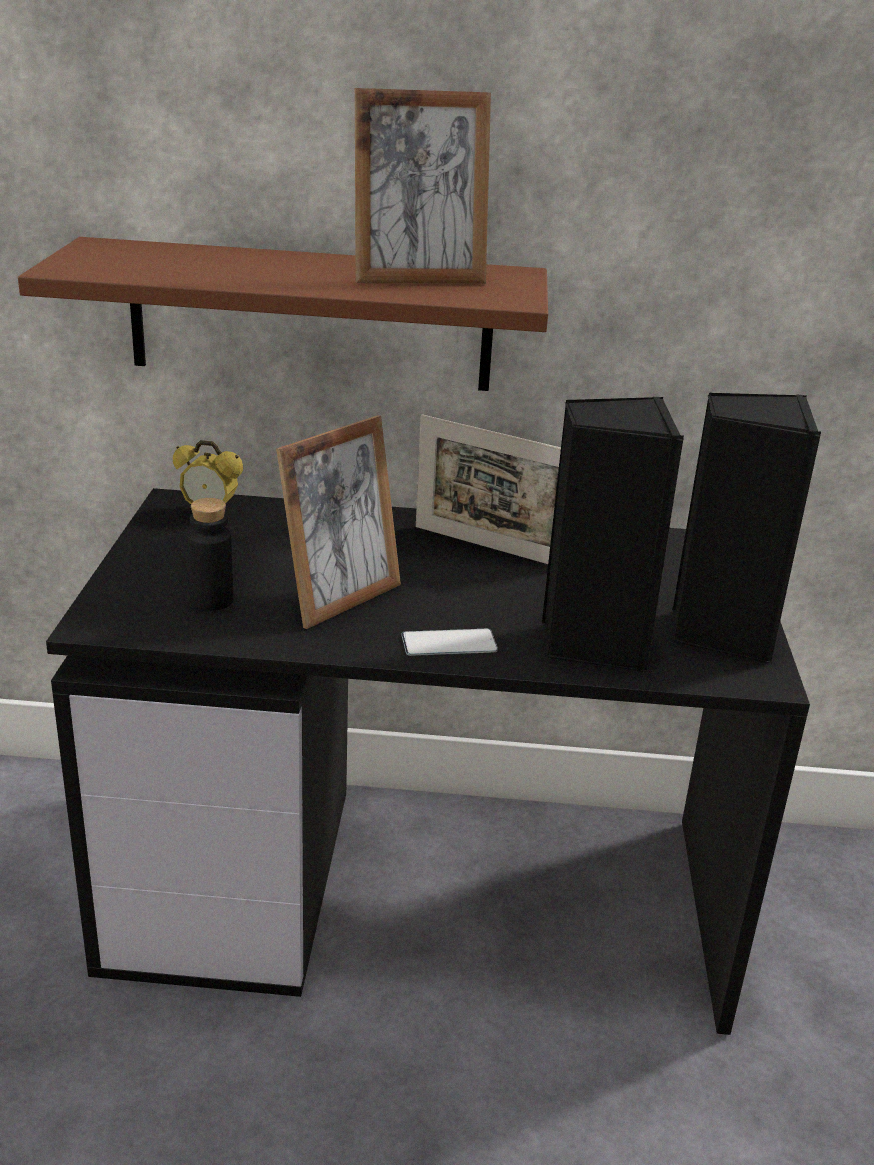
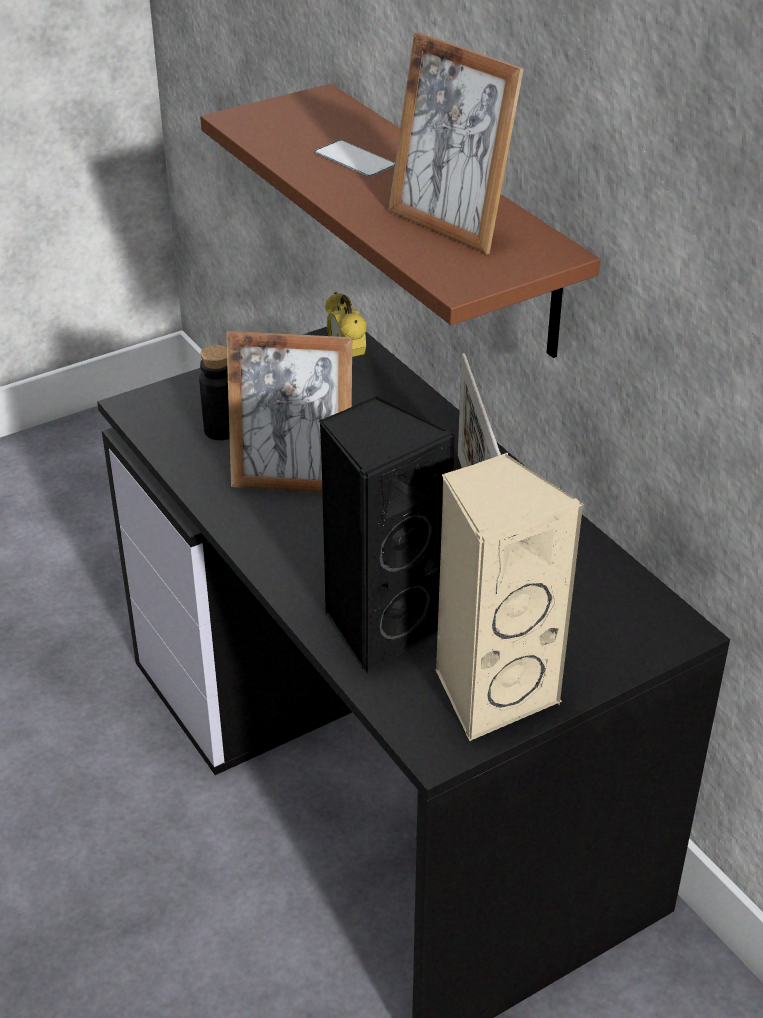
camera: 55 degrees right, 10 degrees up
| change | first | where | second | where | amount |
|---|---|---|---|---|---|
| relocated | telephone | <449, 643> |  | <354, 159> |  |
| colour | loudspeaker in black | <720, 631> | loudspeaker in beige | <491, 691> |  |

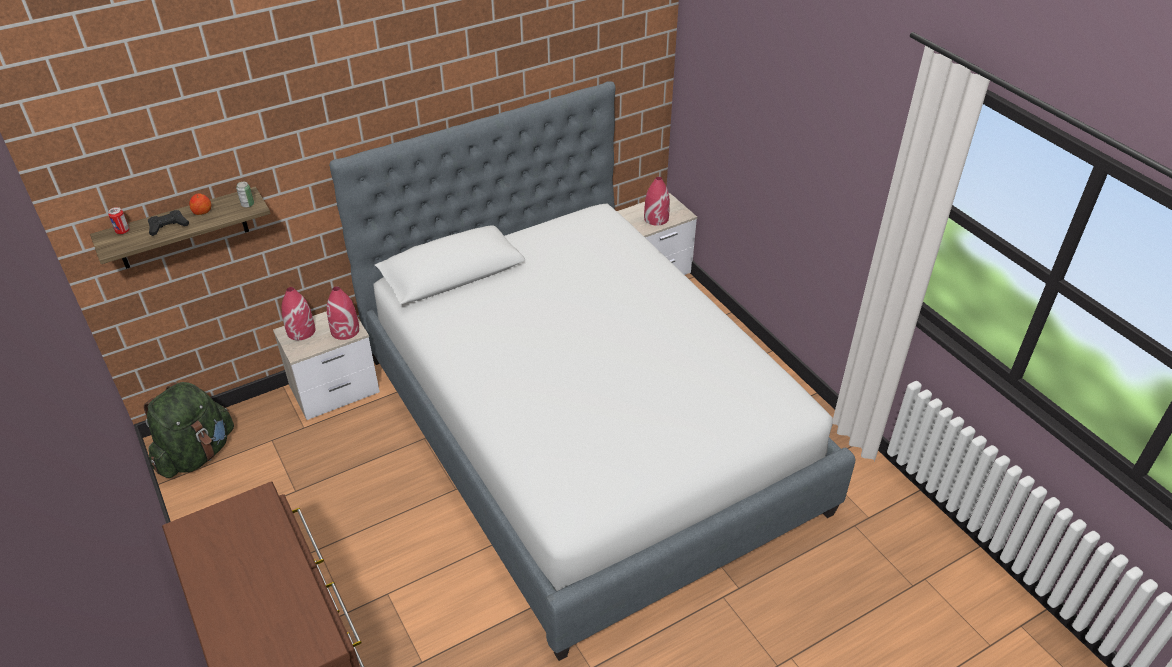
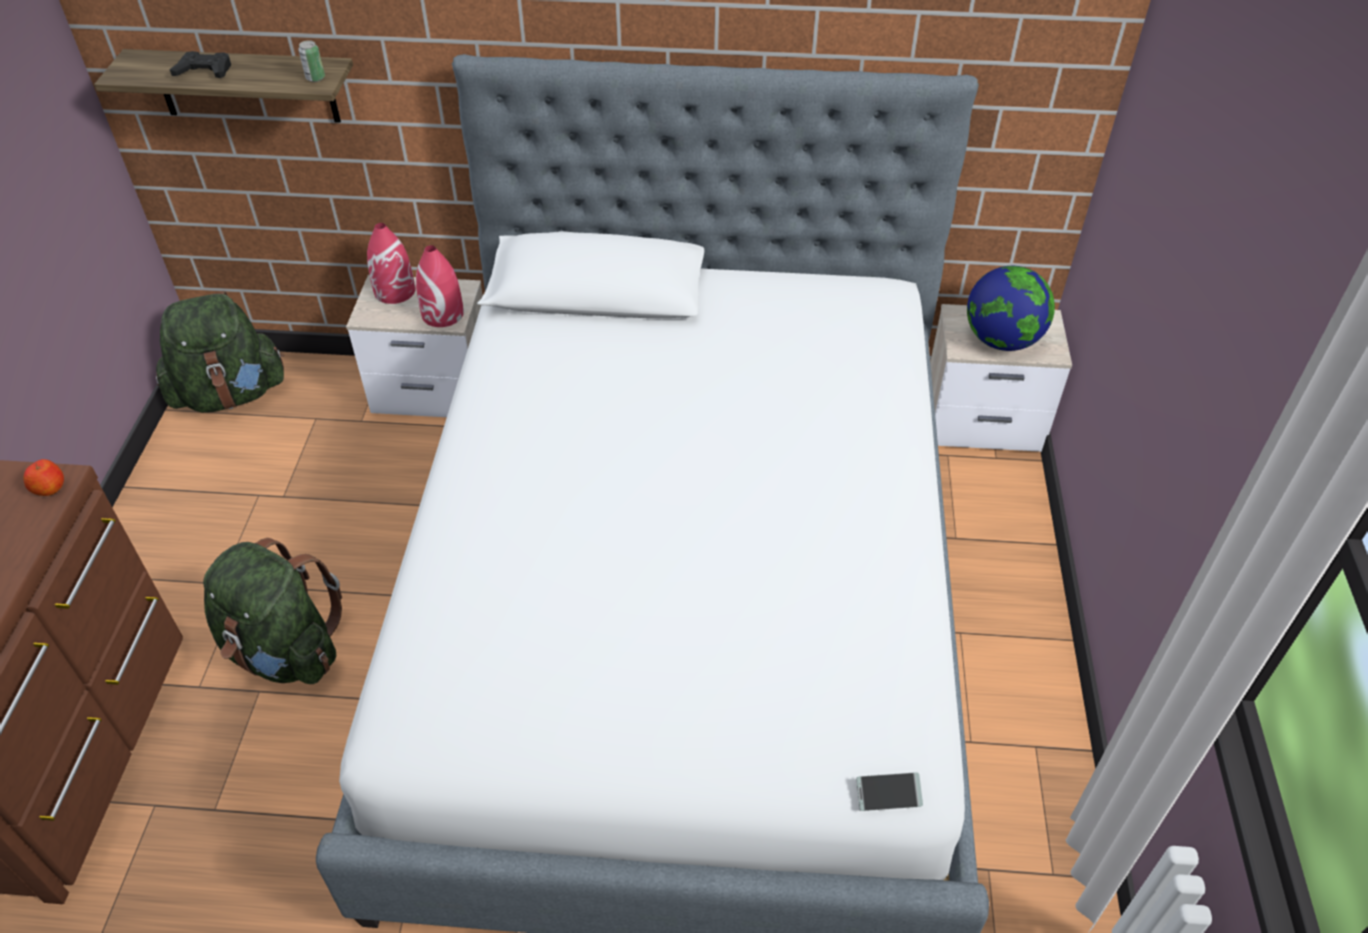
camera: 35 degrees right, 5 degrees up
| change | first | where | second | where | amount |
|---|---|---|---|---|---|
| missing | can | <122, 231> |  |  |  |
| relocated | apple | <202, 211> |  | <49, 488> |  |
| exchanged | vase in reddish | <656, 218> | globe | <1002, 340> |  |
| appeared |  |  | backpack in green | <284, 651> |  |
| appeared |  |  | telephone | <888, 795> |  |

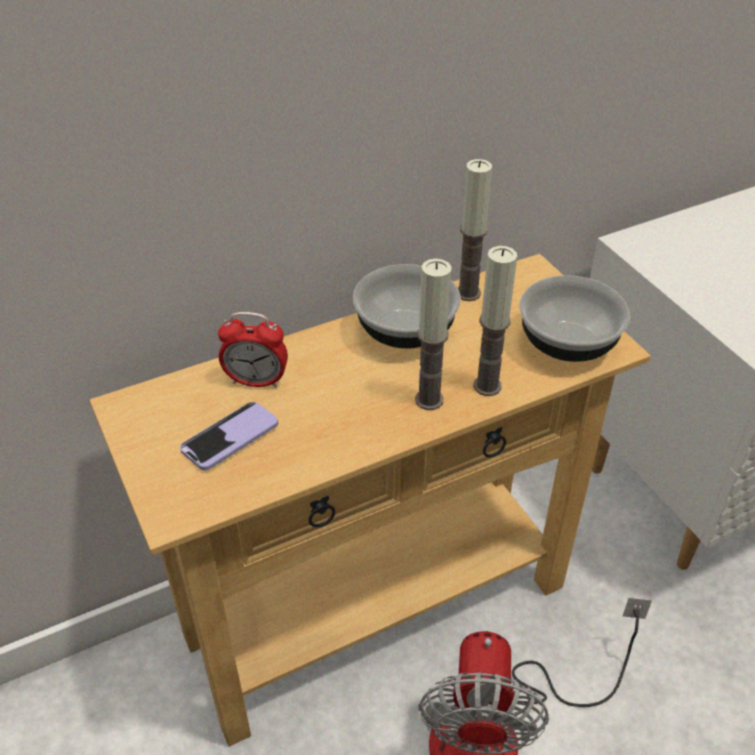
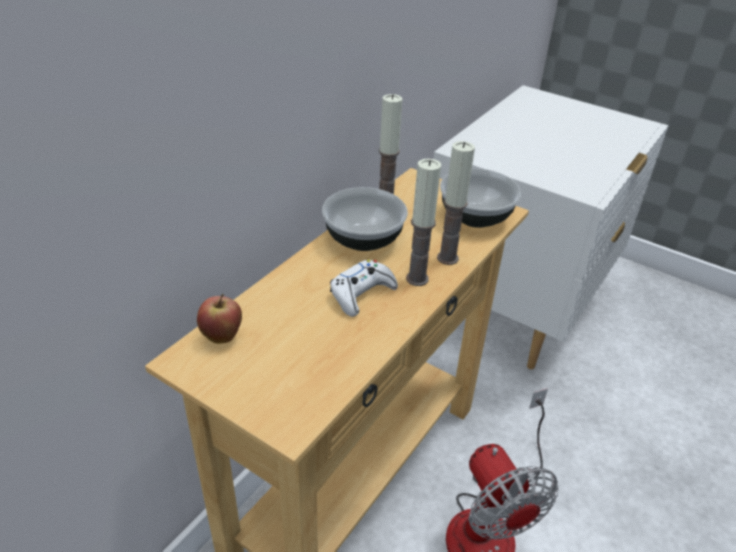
camera: 30 degrees left, 5 degrees down
| change | first | where | second | where | amount |
|---|---|---|---|---|---|
| missing | telephone | <230, 437> |  |  |  |
| missing | bedside clock | <256, 381> |  |  |  |
| appeared |  |  | apple | <222, 337> |  |
| appeared |  |  | gamepad in white | <361, 294> |  |

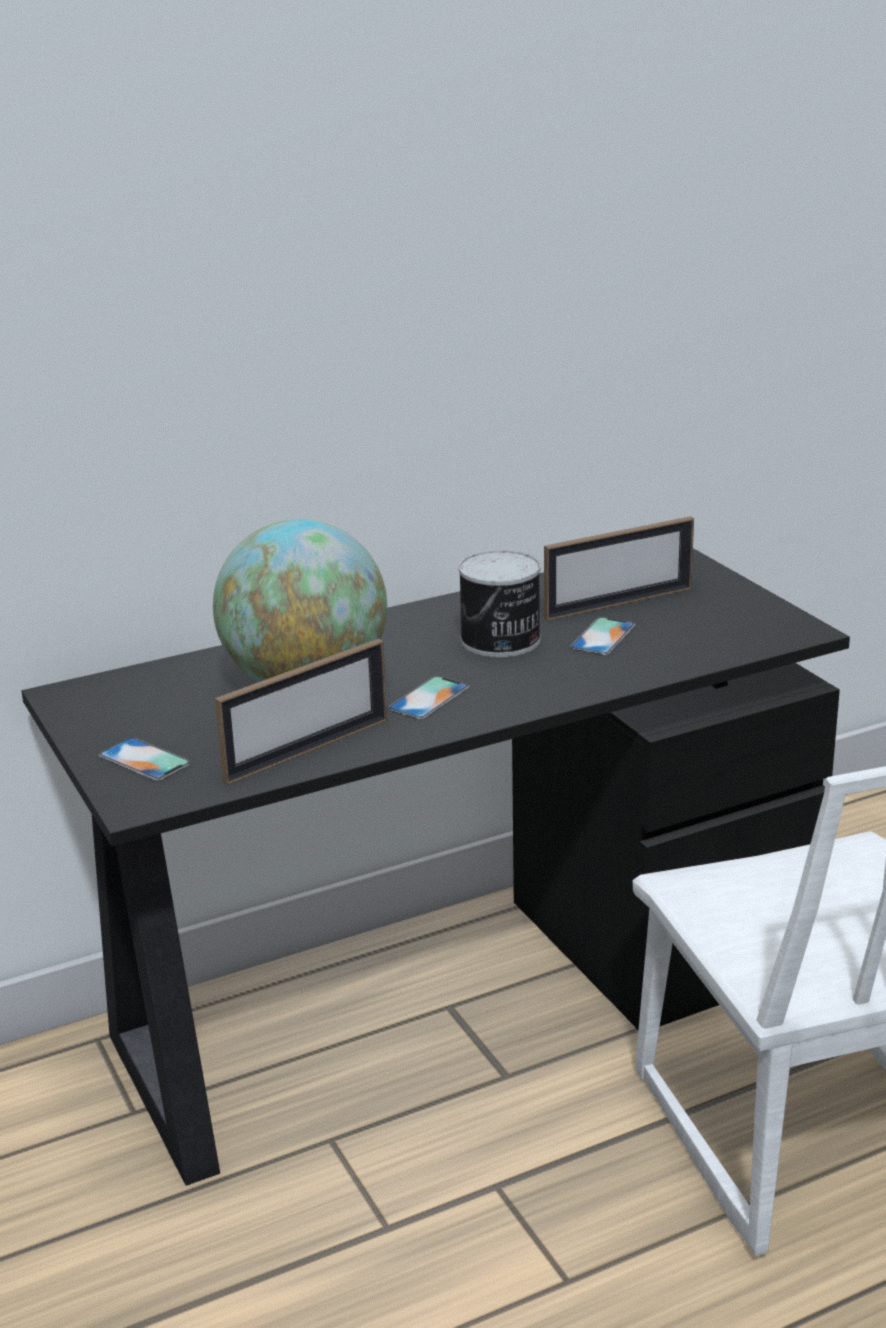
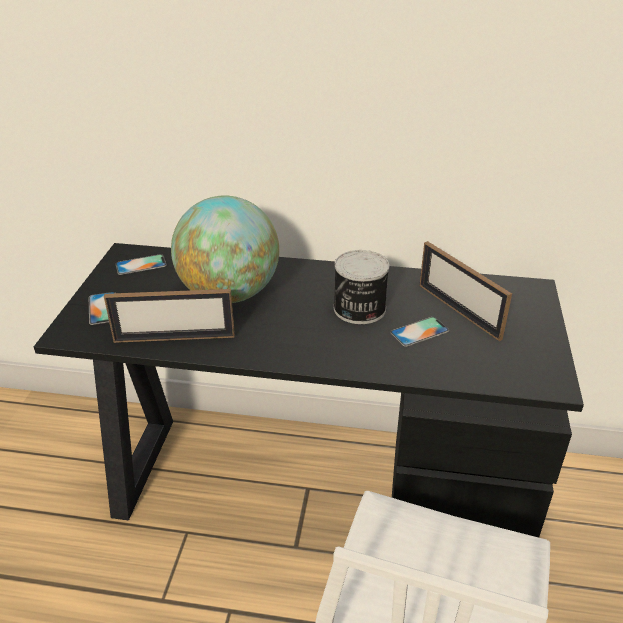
camera: 35 degrees right, 10 degrees up
| change | first | where | second | where | amount |
|---|---|---|---|---|---|
| relocated | telephone | <428, 698> |  | <141, 265> |  |
| spun | photo frame | <618, 603> |  | <458, 311> | 45 degrees clockwise |

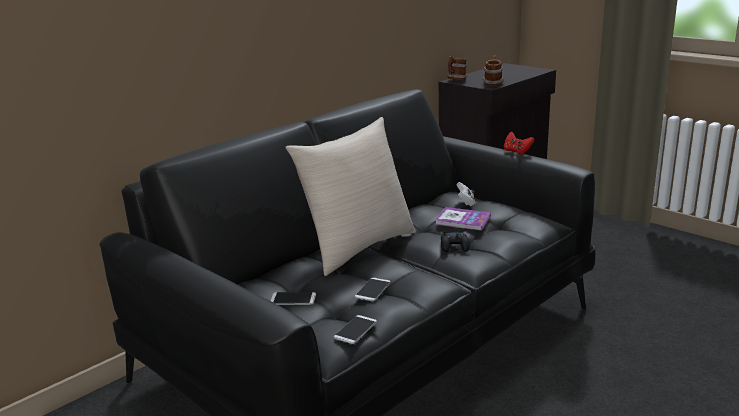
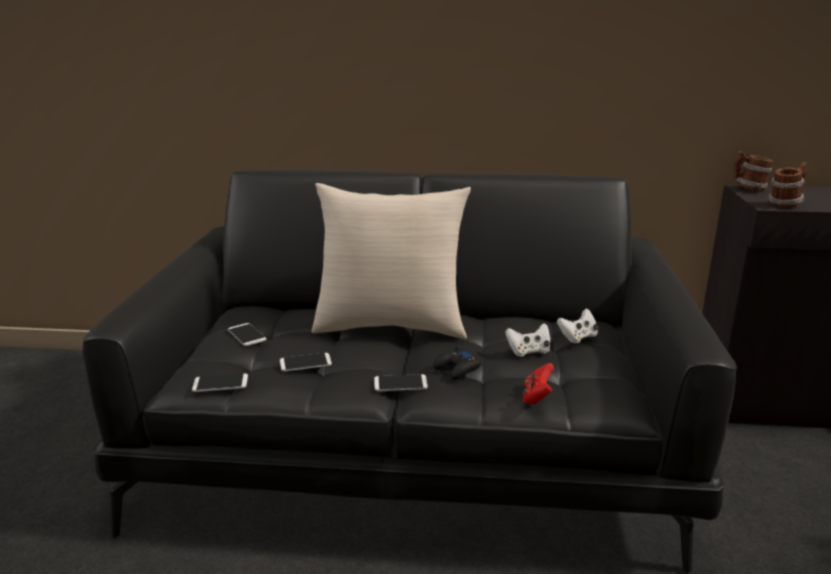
camera: 50 degrees right, 0 degrees up
| change | first | where | second | where | amount |
|---|---|---|---|---|---|
| exchanged | book | <463, 220> | gamepad in white | <528, 352> |  |
| relocated | gamepad in reddish | <517, 151> |  | <537, 397> |  |
| appeared |  |  | telephone | <400, 383> |  |

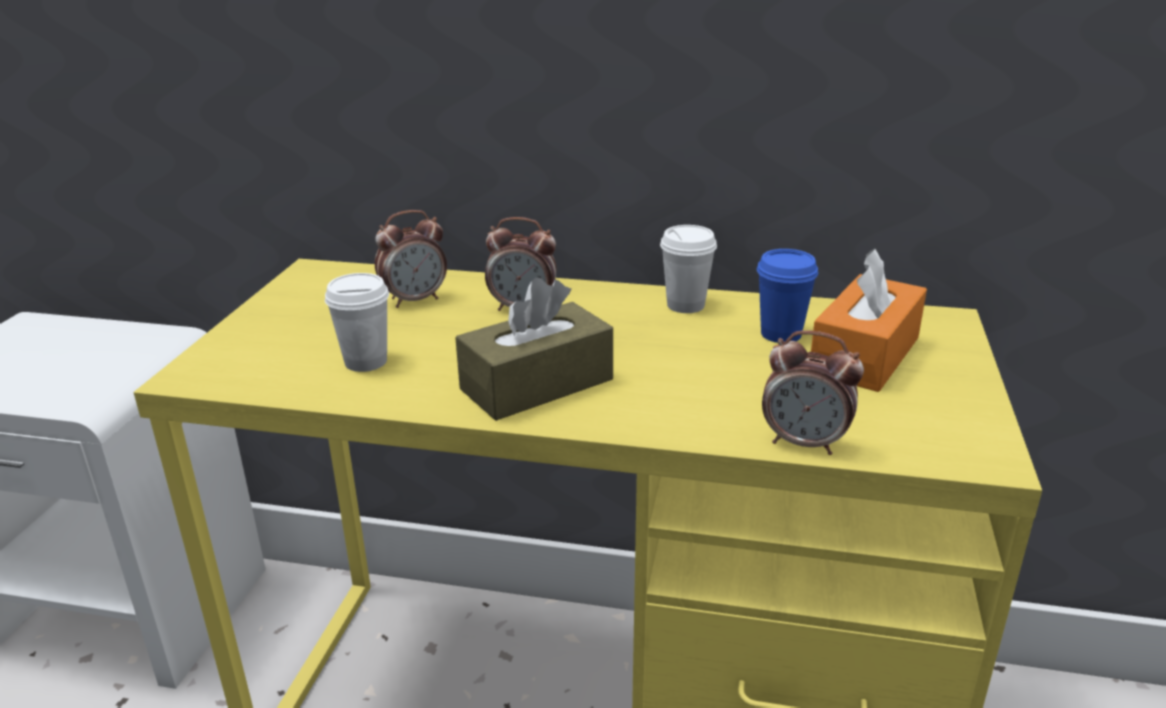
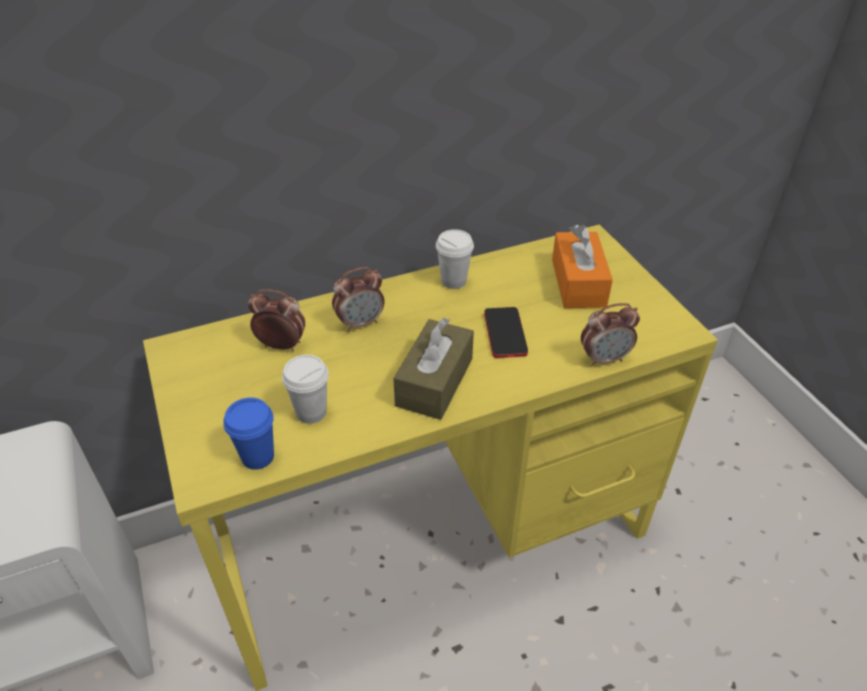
camera: 35 degrees left, 15 degrees up
| change | first | where | second | where | amount |
|---|---|---|---|---|---|
| spun | bedside clock | <415, 300> |  | <281, 345> | 105 degrees counterclockwise |
| relocated | drinking cup in blue-coloured | <781, 334> |  | <258, 457> |  |
| appeared |  |  | telephone | <505, 333> |  |

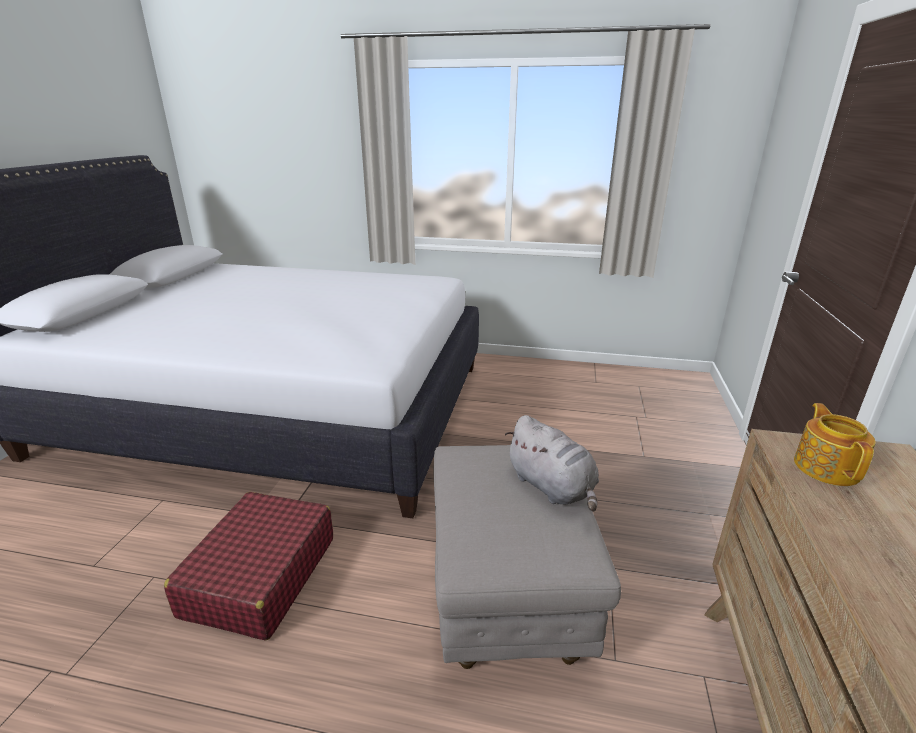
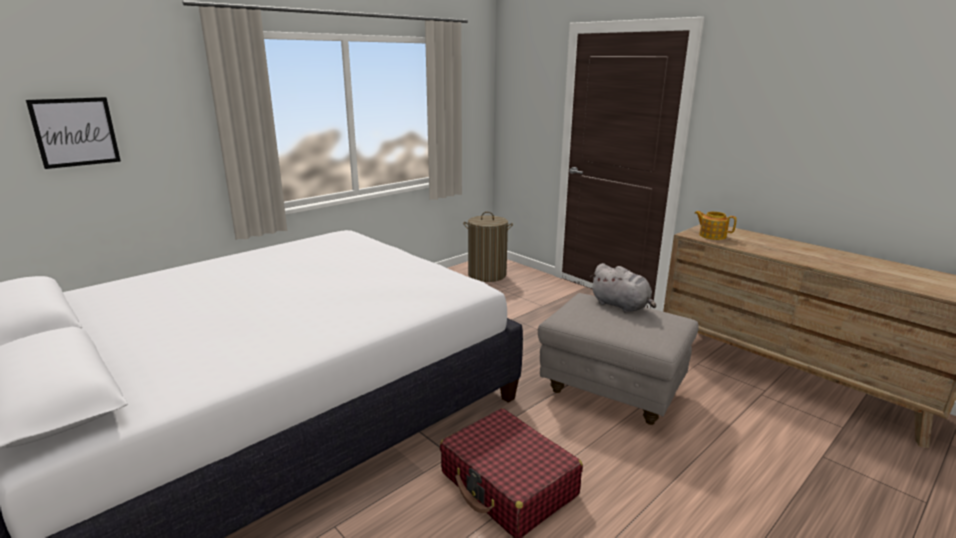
camera: 55 degrees left, 5 degrees down
| change | first | where | second | where | amount |
|---|---|---|---|---|---|
| spun | plush toy in gray | <552, 487> |  | <622, 306> | 45 degrees clockwise |
| appeared |  |  | wall art | <75, 132> |  |
| appeared |  |  | hamper | <487, 275> |  |

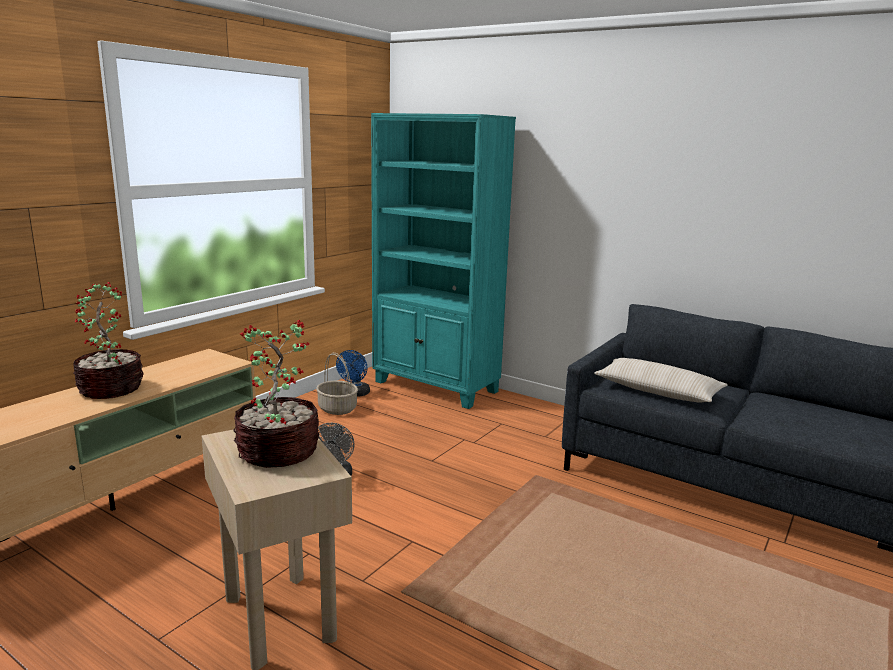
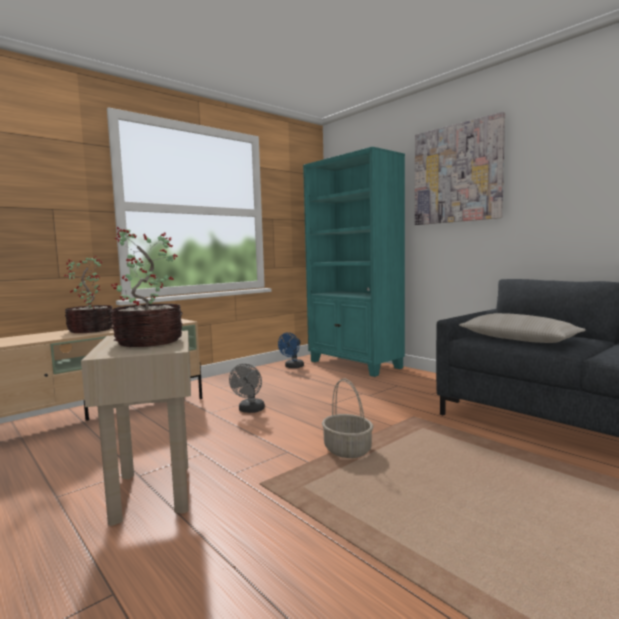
camera: 15 degrees right, 10 degrees down
| change | first | where | second | where | amount |
|---|---|---|---|---|---|
| relocated | storage basket | <338, 409> |  | <348, 450> |  |
| appeared |  |  | wall art | <457, 174> |  |

